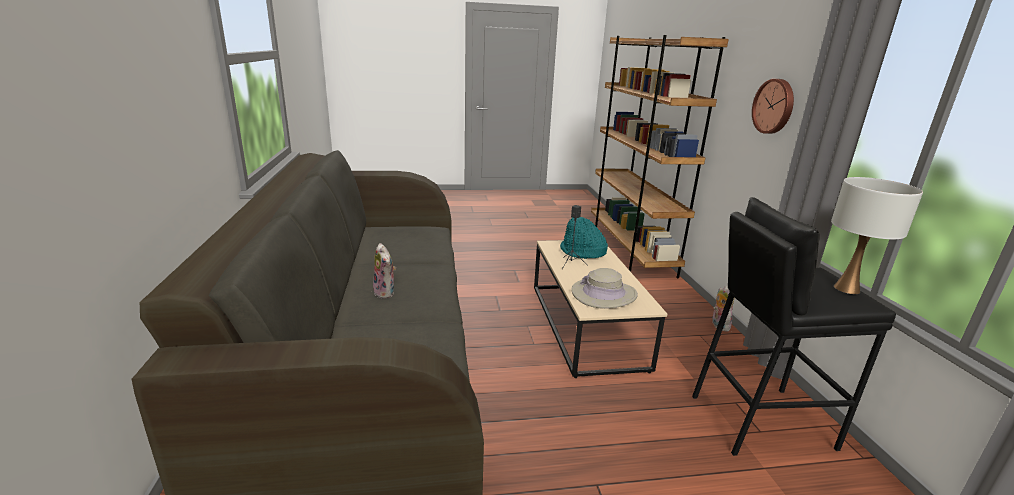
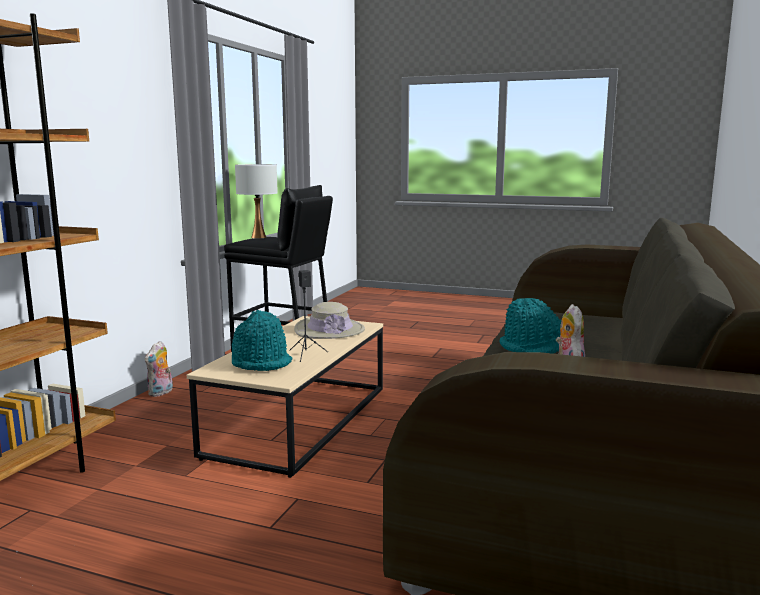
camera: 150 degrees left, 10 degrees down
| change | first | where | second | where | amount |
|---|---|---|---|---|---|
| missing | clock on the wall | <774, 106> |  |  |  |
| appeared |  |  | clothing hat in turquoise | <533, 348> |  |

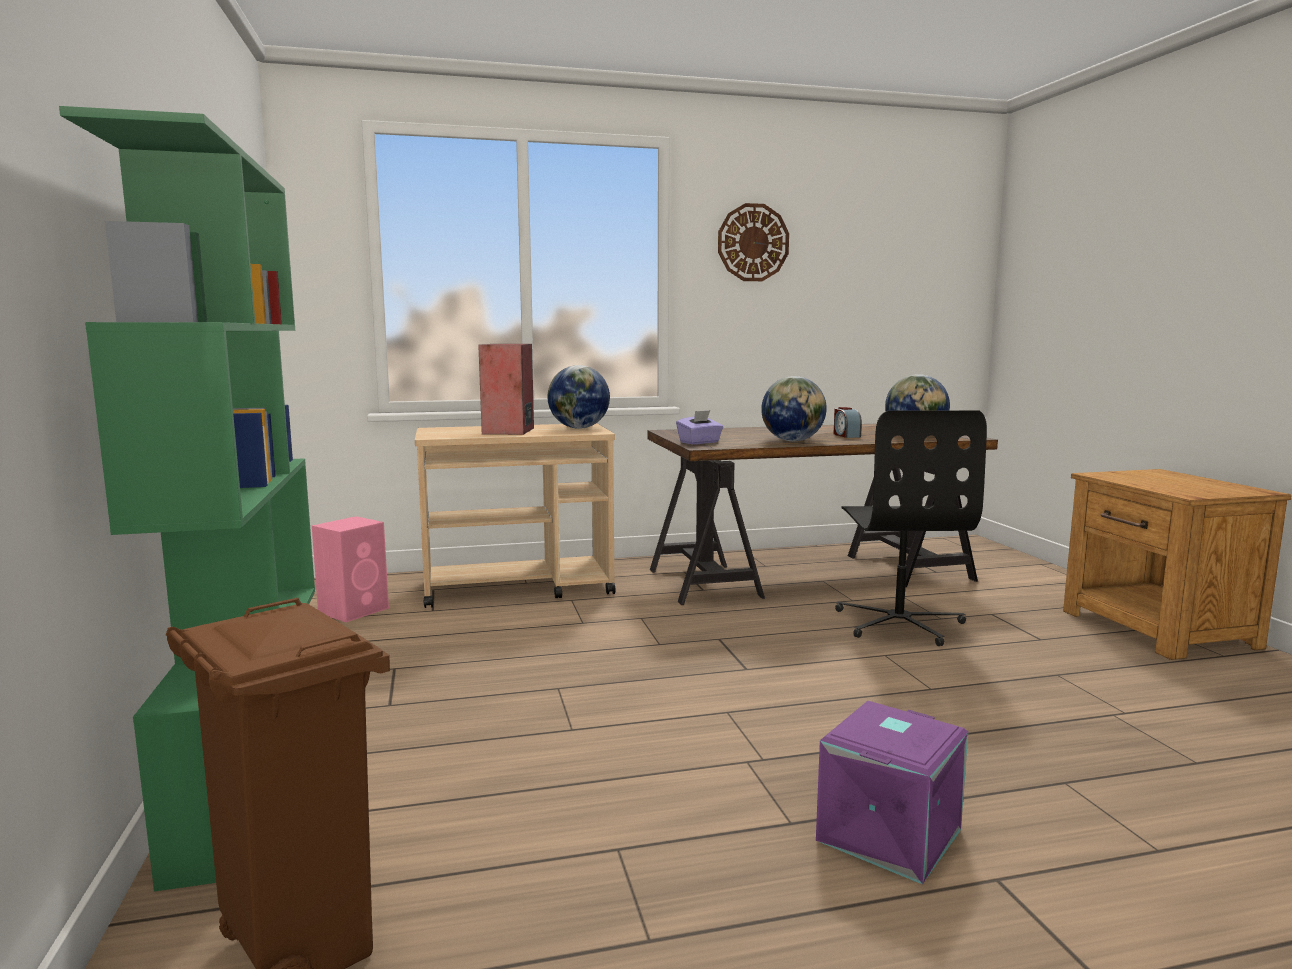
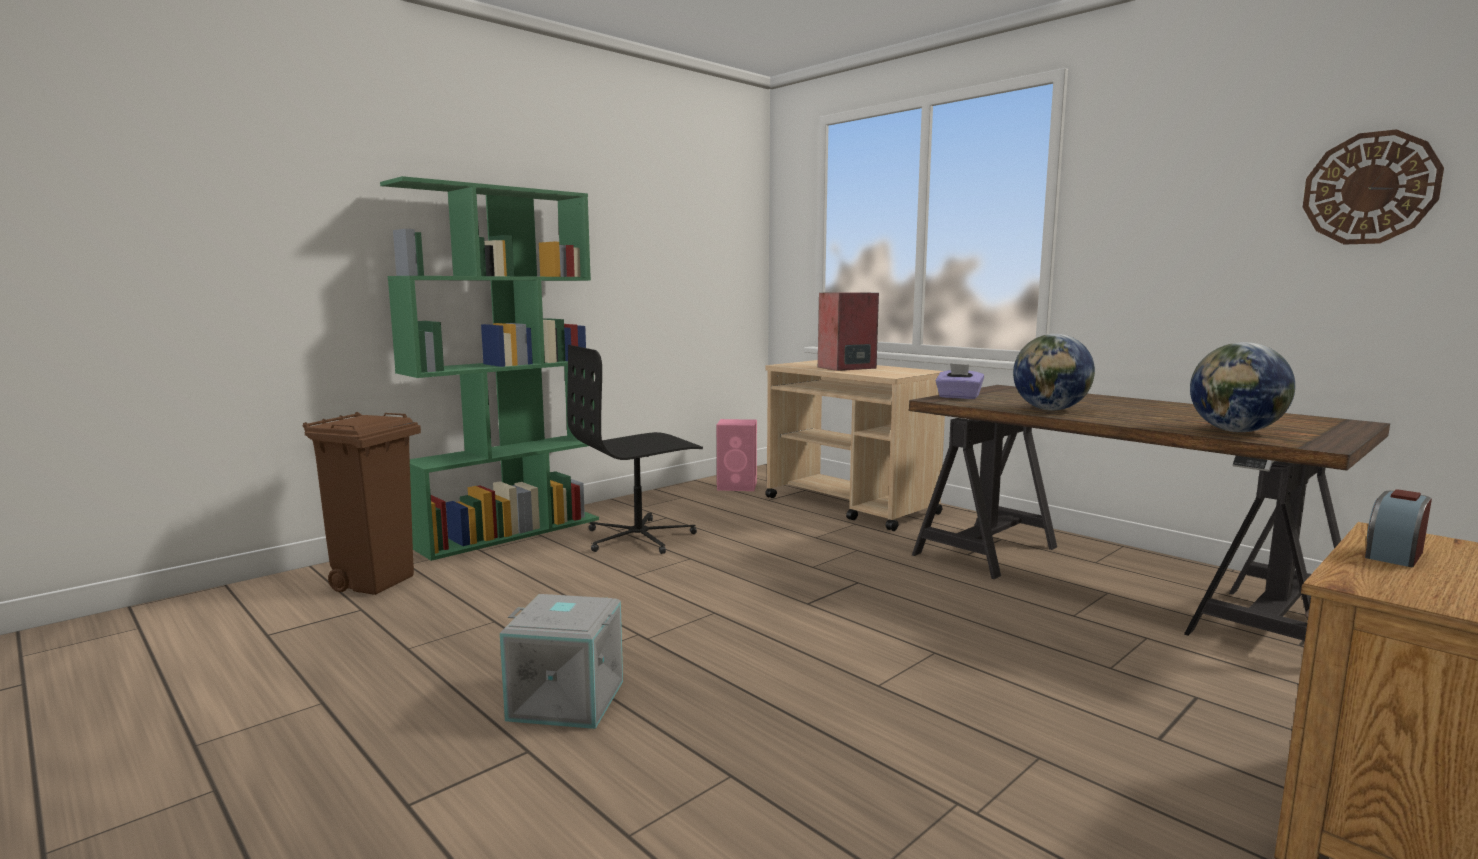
camera: 60 degrees right, 0 degrees up
| change | first | where | second | where | amount |
|---|---|---|---|---|---|
| missing | globe | <579, 428> |  |  |  |
| relocated | clock on the wall | <753, 242> |  | <1370, 188> |  |
| colour | storage bin in purple | <886, 833> | storage bin in gray | <568, 699> |  |
| relocated | bedside clock | <846, 435> |  | <1393, 554> |  |
| relocated | office chair in black | <899, 623> |  | <639, 537> |  |

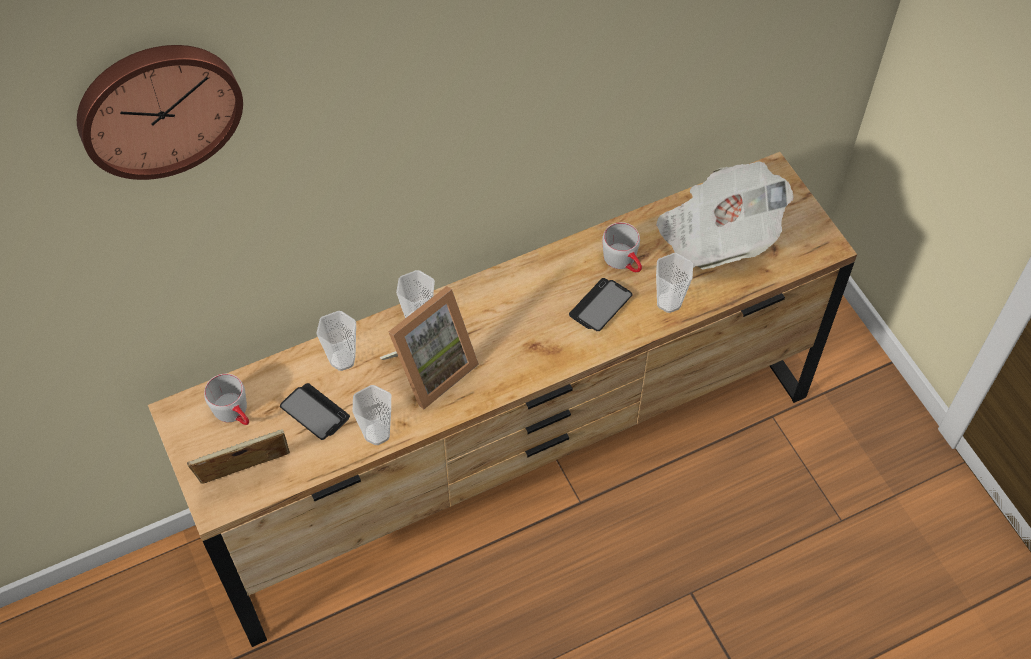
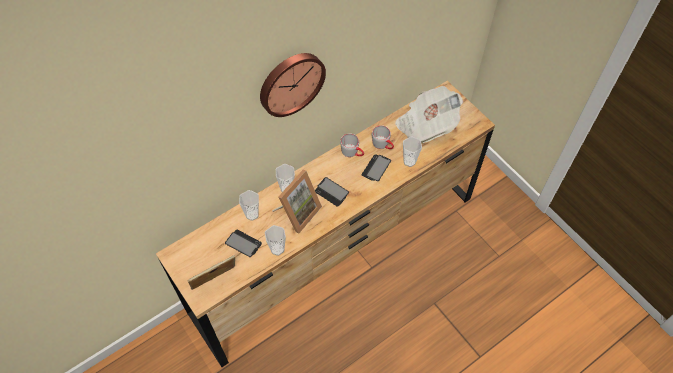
camera: 10 degrees left, 0 degrees up
| change | first | where | second | where | amount |
|---|---|---|---|---|---|
| relocated | clock on the wall | <158, 107> |  | <290, 83> |  |
| relocated | tea mug in gray | <235, 413> |  | <353, 152> |  |
| appeared |  |  | telephone | <331, 192> |  |

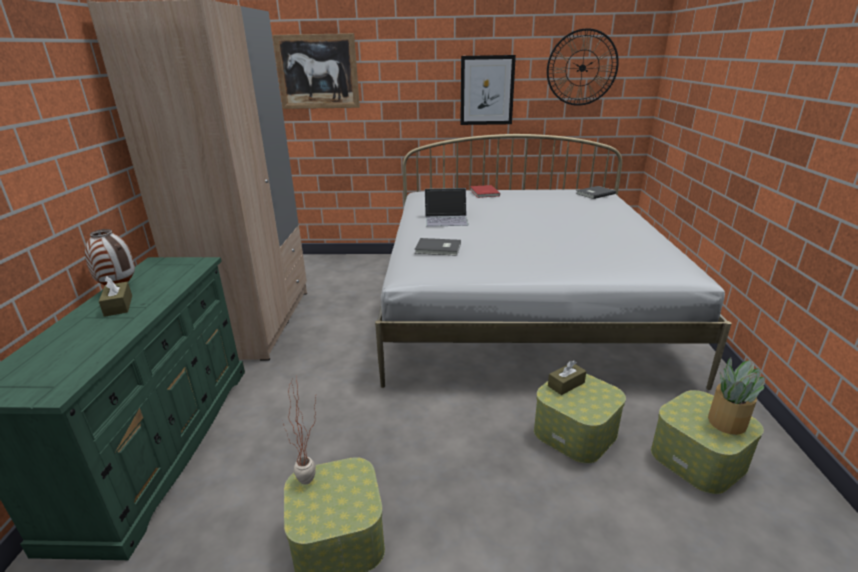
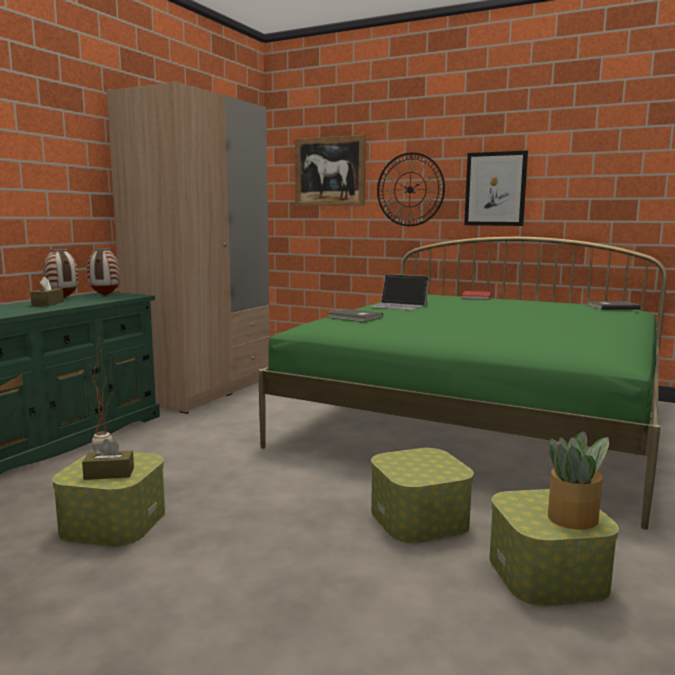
camera: 25 degrees right, 15 degrees down
| change | first | where | second | where | amount |
|---|---|---|---|---|---|
| colour | sleeping bed in white | <520, 305> | sleeping bed in green | <480, 421> |  |
| relocated | clock on the wall | <582, 68> |  | <410, 189> |  |
| relocated | tissue box in brown-coloured | <566, 384> |  | <109, 474> |  |
| appeared |  |  | vase | <104, 296> |  |

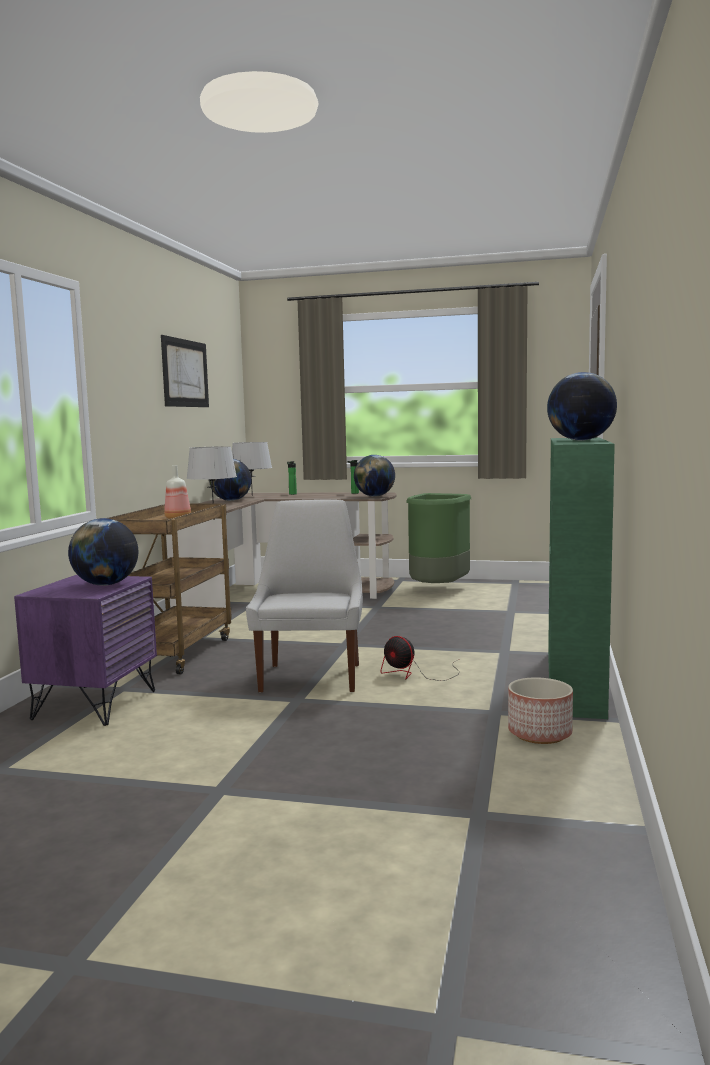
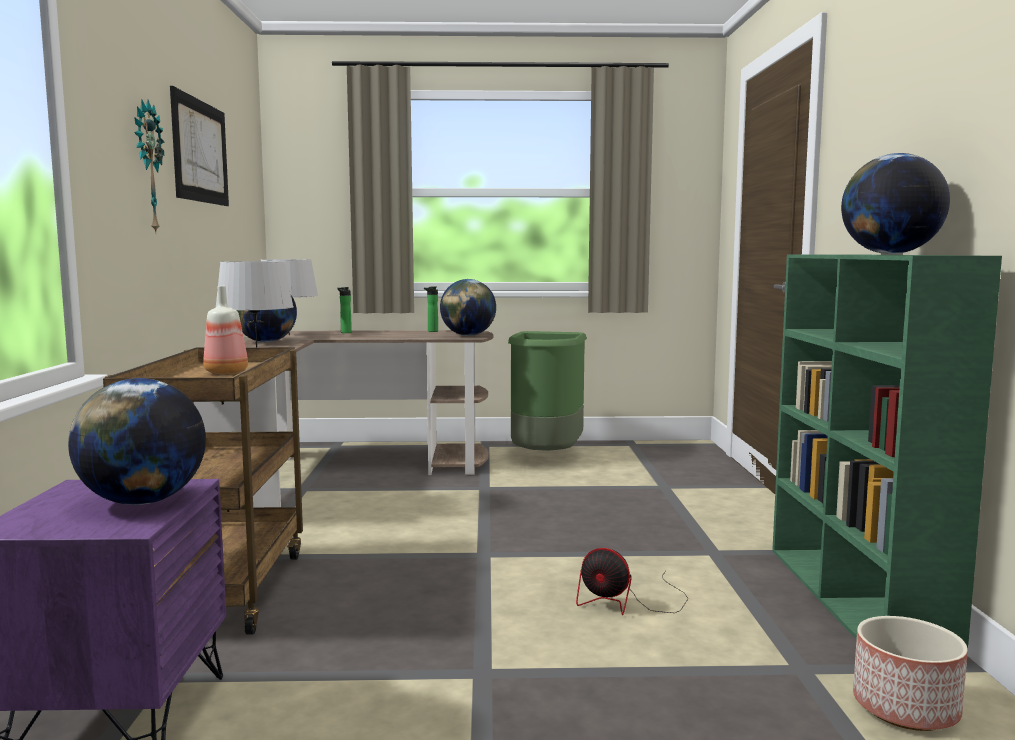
camera: 15 degrees left, 0 degrees up
| change | first | where | second | where | amount |
|---|---|---|---|---|---|
| missing | upright chair in white | <311, 676> |  |  |  |
| appeared |  |  | clock on the wall | <146, 167> |  |

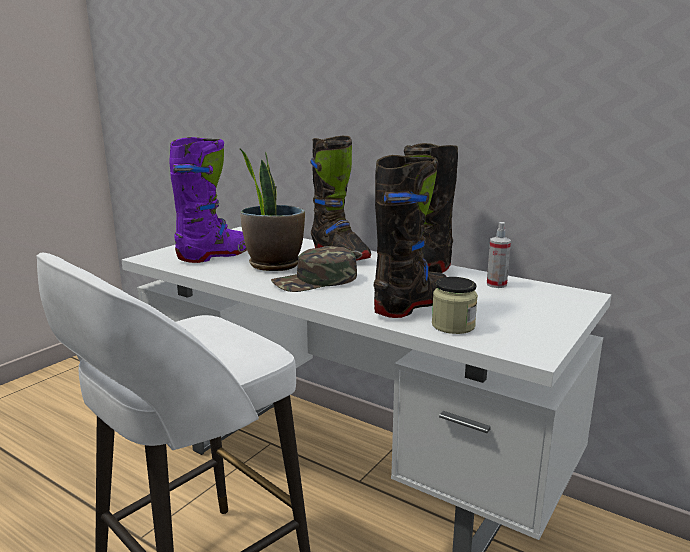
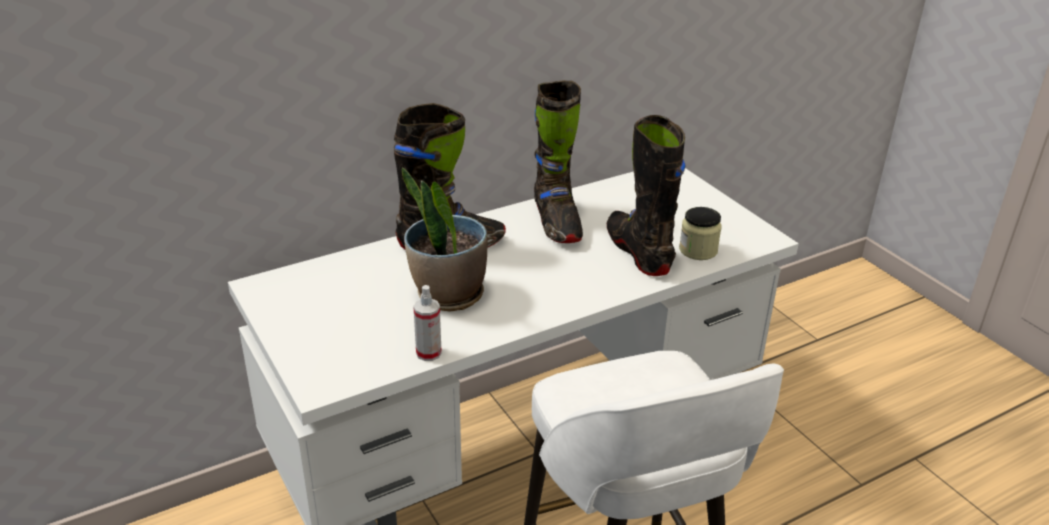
camera: 65 degrees left, 15 degrees up
| change | first | where | second | where | amount |
|---|---|---|---|---|---|
| missing | high-top boot in purple | <217, 255> |  |  |  |
| missing | baseball cap in green | <315, 281> |  |  |  |
| relocated | sprayer | <496, 284> |  | <428, 353> |  |

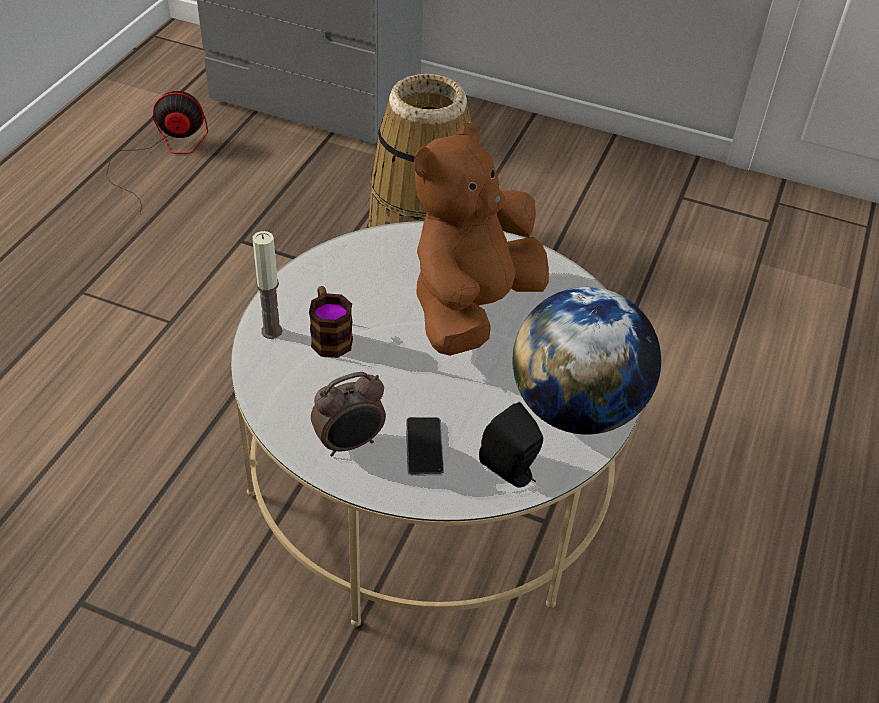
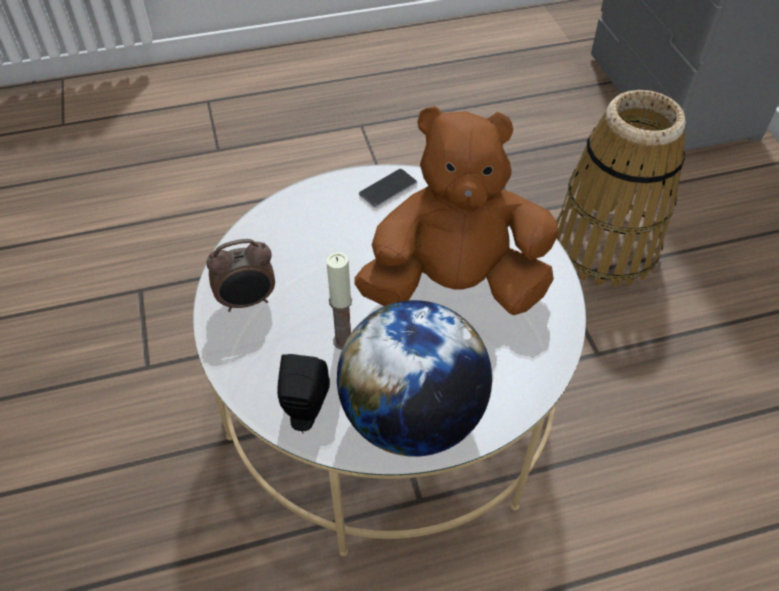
camera: 55 degrees right, 5 degrees up
| change | first | where | second | where | amount |
|---|---|---|---|---|---|
| missing | electric fan | <163, 155> |  |  |  |
| relocated | wax candle | <272, 331> |  | <343, 341> |  |
| missing | tea mug | <329, 336> |  |  |  |
| spun | bedside clock | <350, 443> |  | <247, 301> | 45 degrees counterclockwise |
| relocated | telephone | <424, 447> |  | <388, 189> |  |

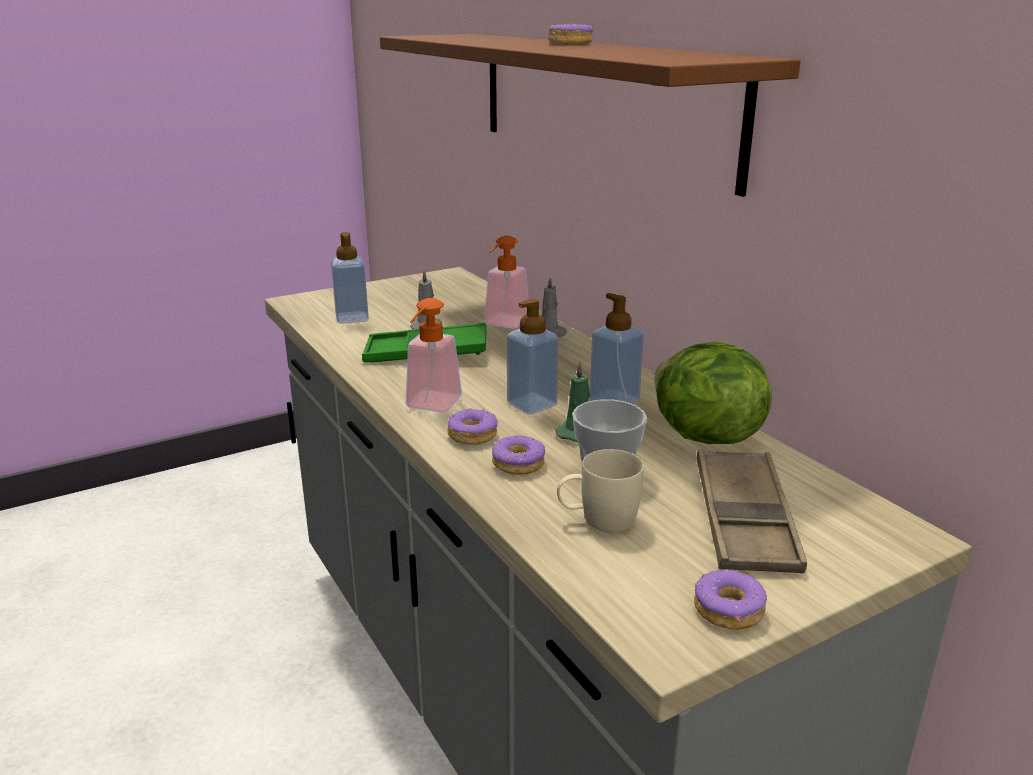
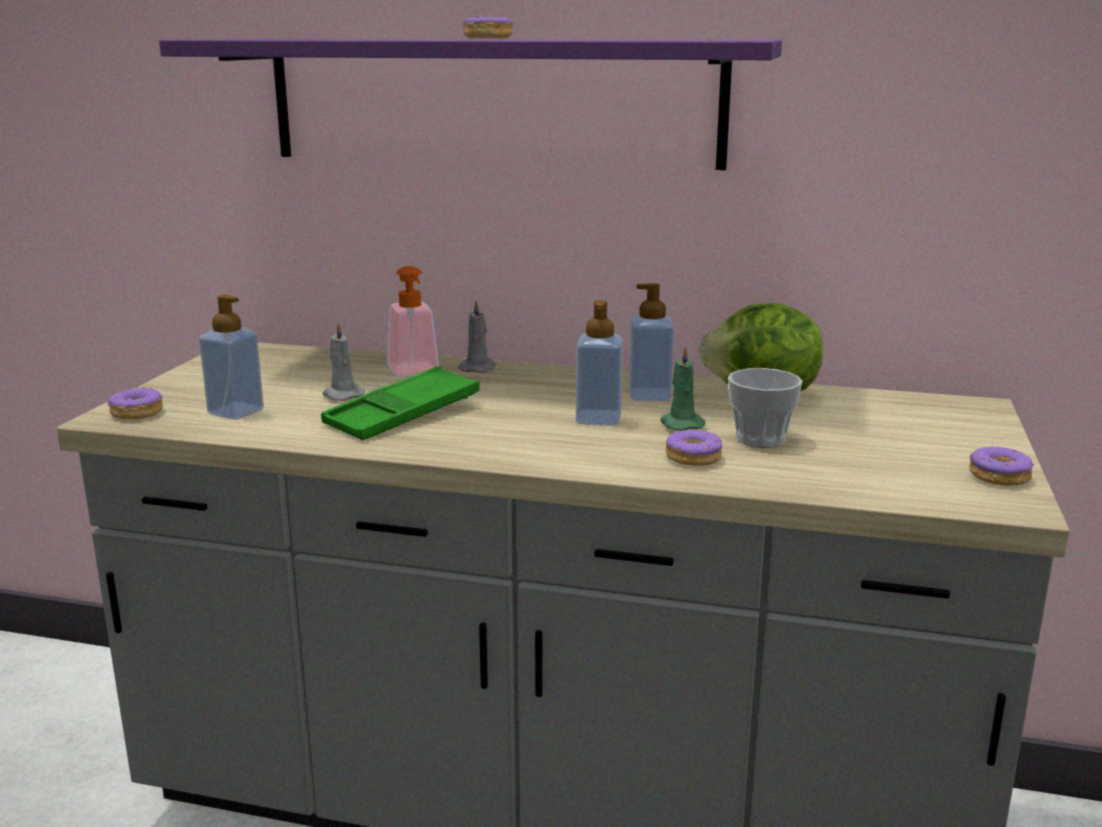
camera: 45 degrees left, 5 degrees down
| change | first | where | second | where | amount |
|---|---|---|---|---|---|
| colour | wall shelf in brown-coloured | <597, 102> | wall shelf in purple | <492, 102> |  |
| missing | liquid soap bottle | <430, 407> |  |  |  |
| relocated | ring doughnut | <472, 435> |  | <136, 413> |  |
| missing | tea mug in beige | <598, 519> |  |  |  |
| missing | serving tray in brown-coloured | <744, 520> |  |  |  |

